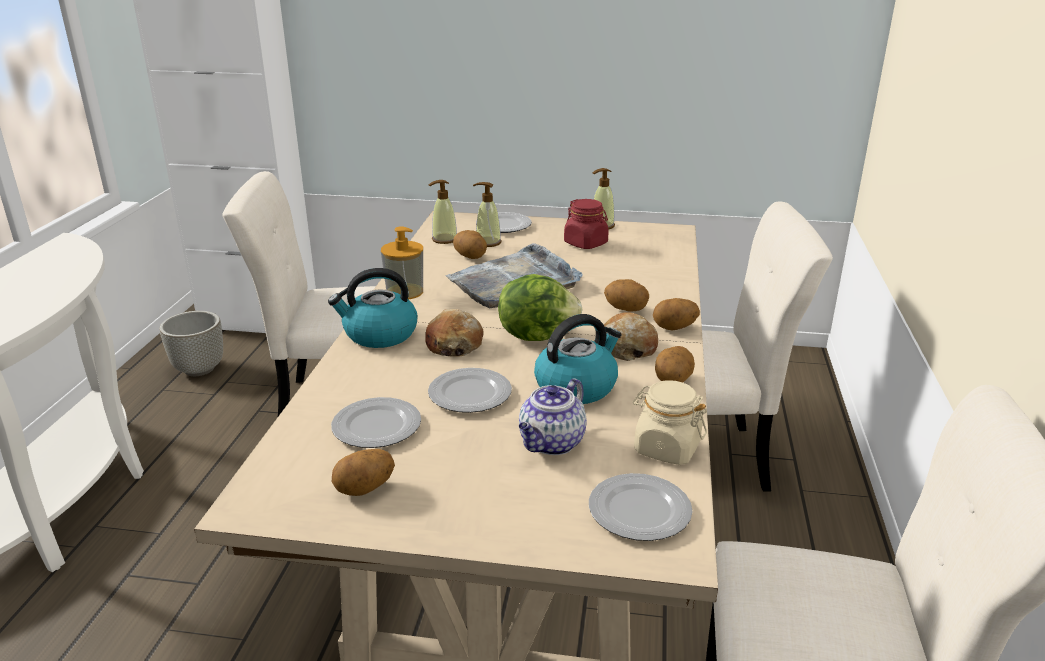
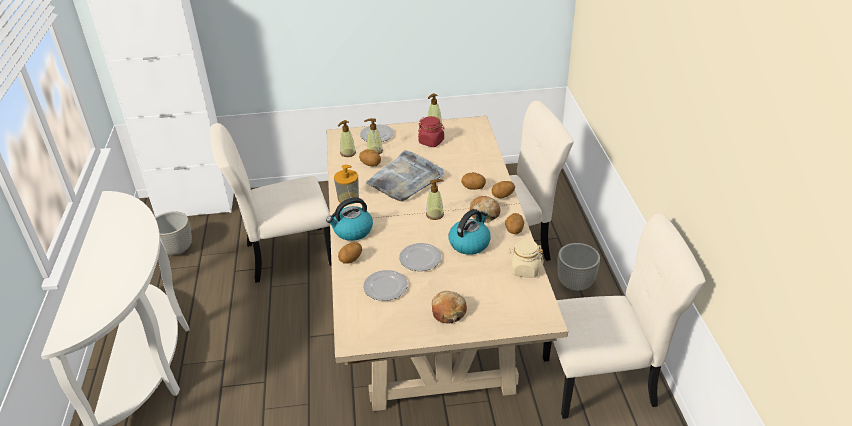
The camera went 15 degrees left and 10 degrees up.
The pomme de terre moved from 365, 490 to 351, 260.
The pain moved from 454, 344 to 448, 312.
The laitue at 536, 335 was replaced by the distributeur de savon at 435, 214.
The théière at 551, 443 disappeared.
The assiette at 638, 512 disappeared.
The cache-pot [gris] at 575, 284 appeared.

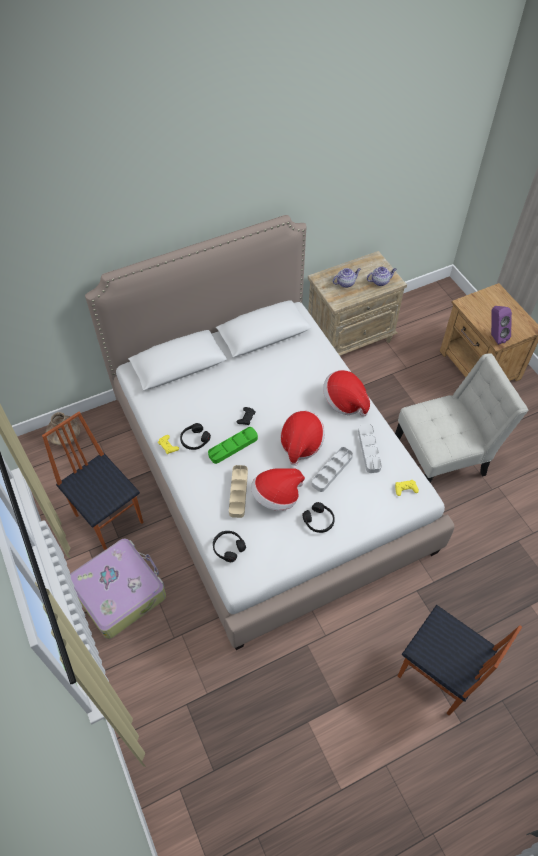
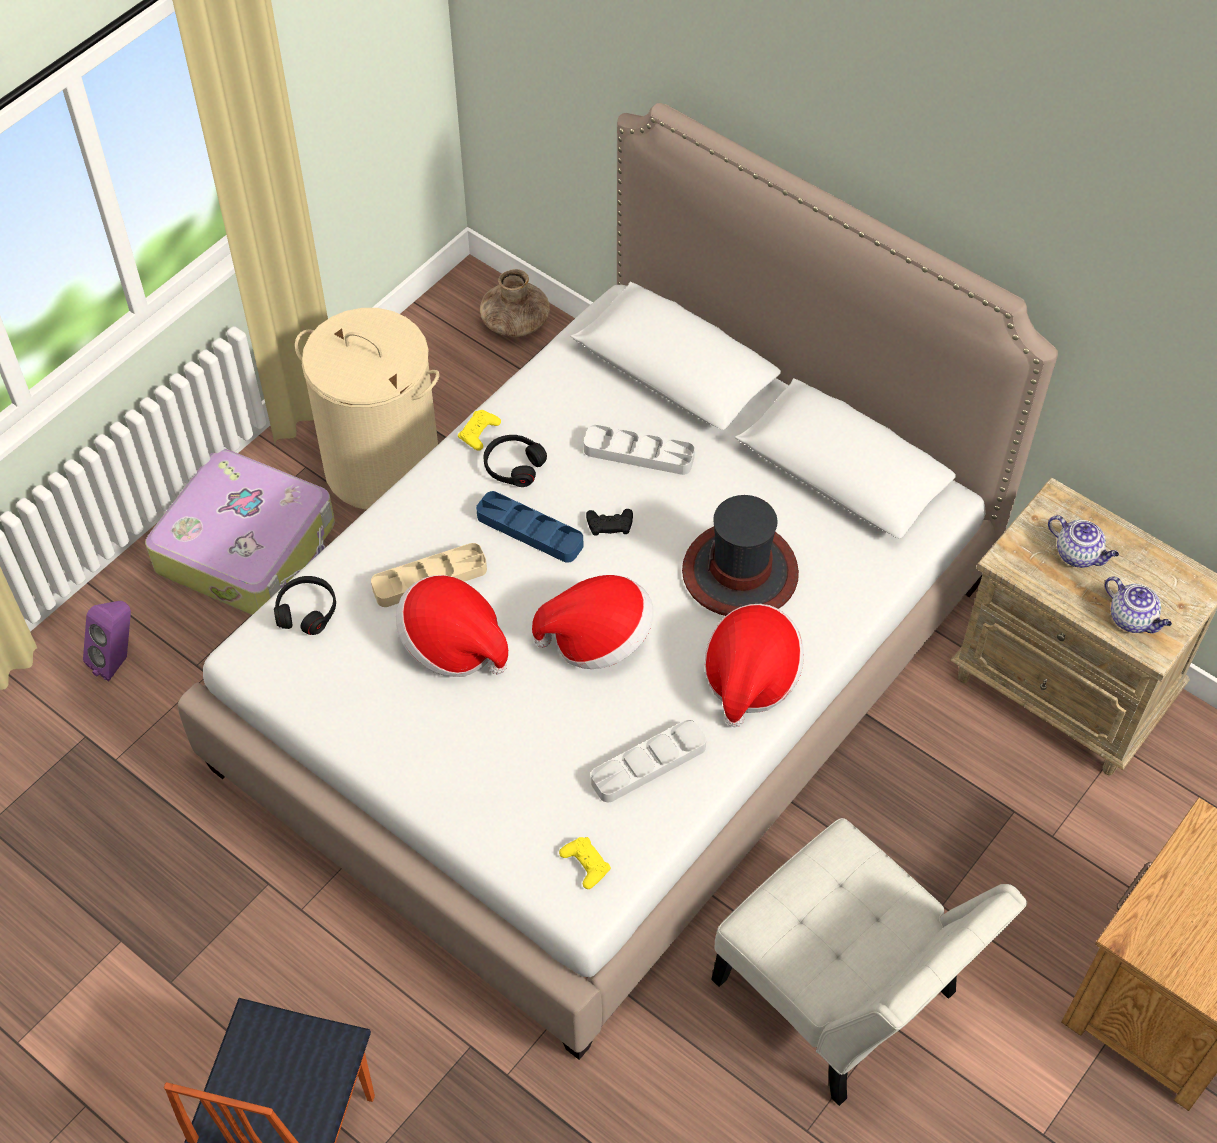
The camera went 65 degrees right and 0 degrees up.
The chaise at 109, 517 was replaced by the panier à linge [beige] at 382, 465.
The plateau [vert] at 233, 447 became the plateau [bleu] at 530, 531.
The casque audio [noir] at 319, 520 disappeared.
The plateau [gris] moved from 332, 470 to 639, 454.
The enceinte [violet] moved from 494, 336 to 118, 660.
The chapeau at 740, 572 appeared.

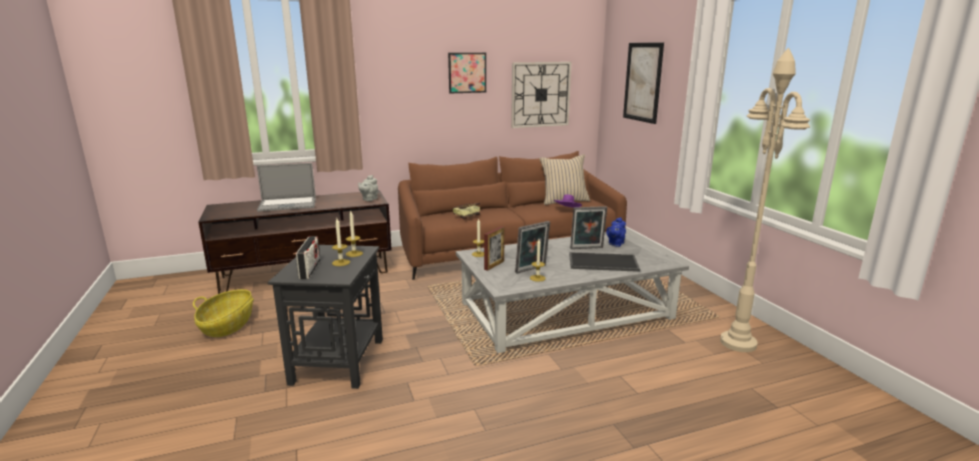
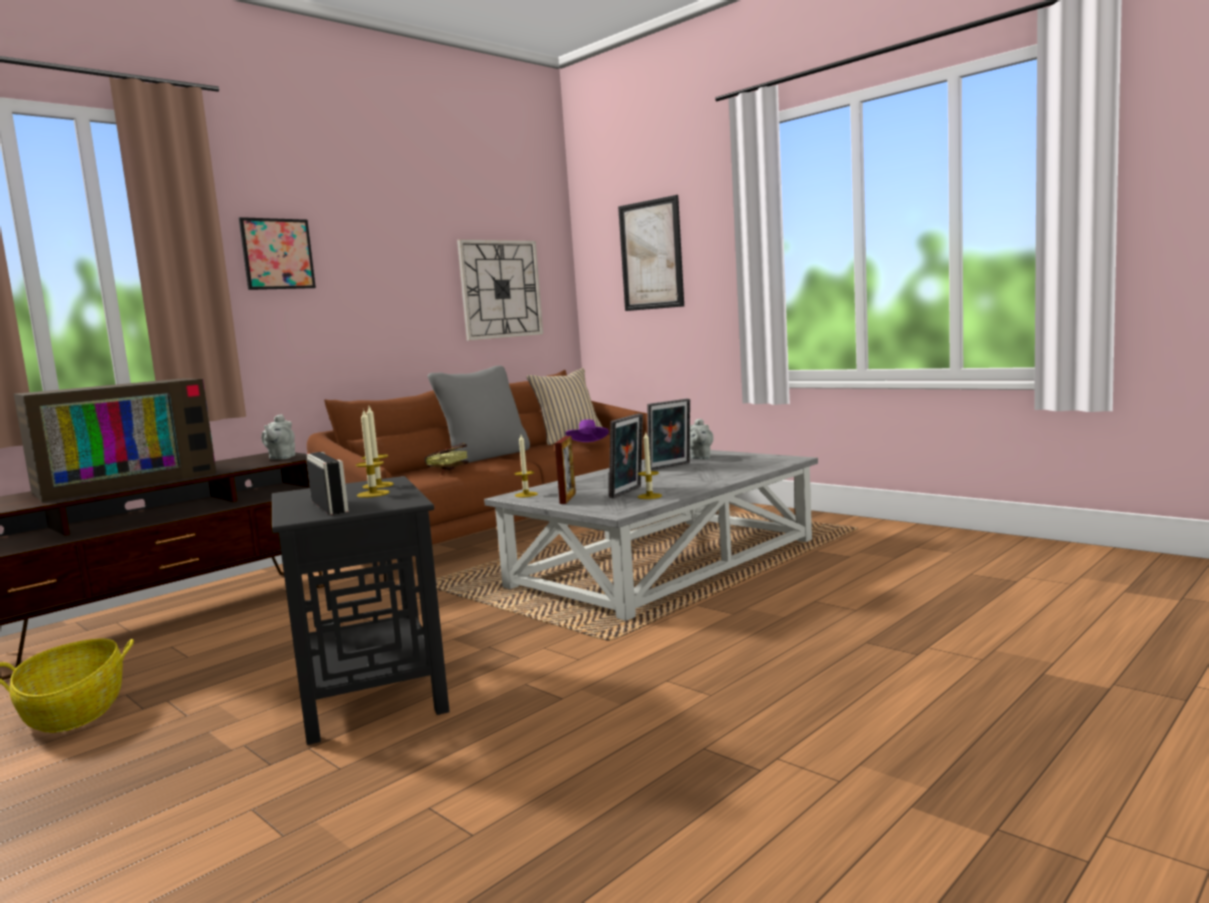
The camera went 25 degrees left and 10 degrees down.
The ordinateur portable at 287, 204 was replaced by the téléviseur at 127, 482.
The tableau moved from 467, 72 to 277, 254.
The plateau at 602, 263 disappeared.
The théière [bleu] at 615, 244 became the théière [gris] at 700, 458.
The lampadaire [beige] at 738, 343 disappeared.
The coussin [gris] at 485, 456 appeared.

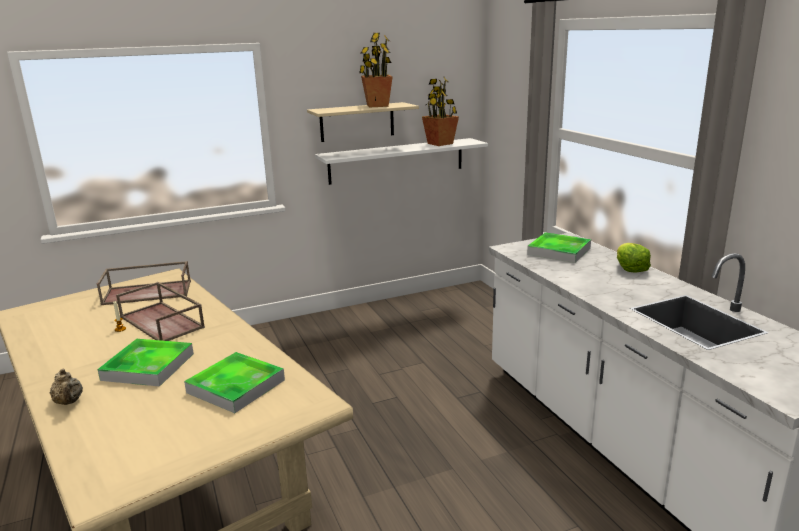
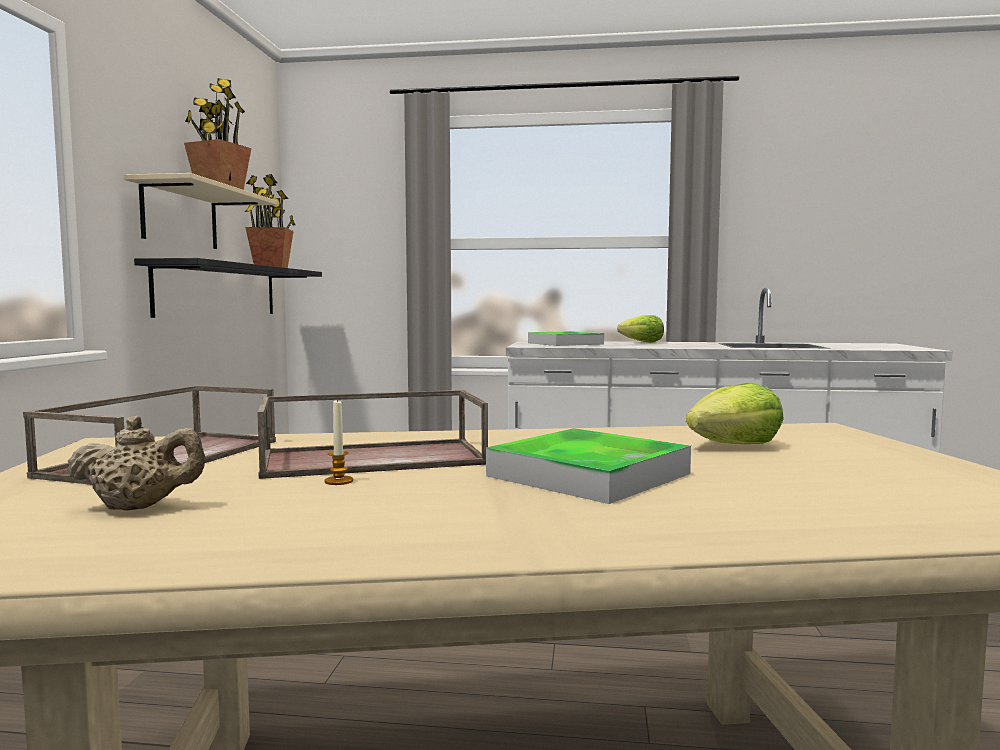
The camera went 60 degrees left and 15 degrees down.
The théière [beige] moved from 69, 402 to 140, 507.
The plateau at 236, 386 was replaced by the laitue at 735, 446.
The étagère [blanc] at 397, 161 became the étagère [noir] at 219, 291.

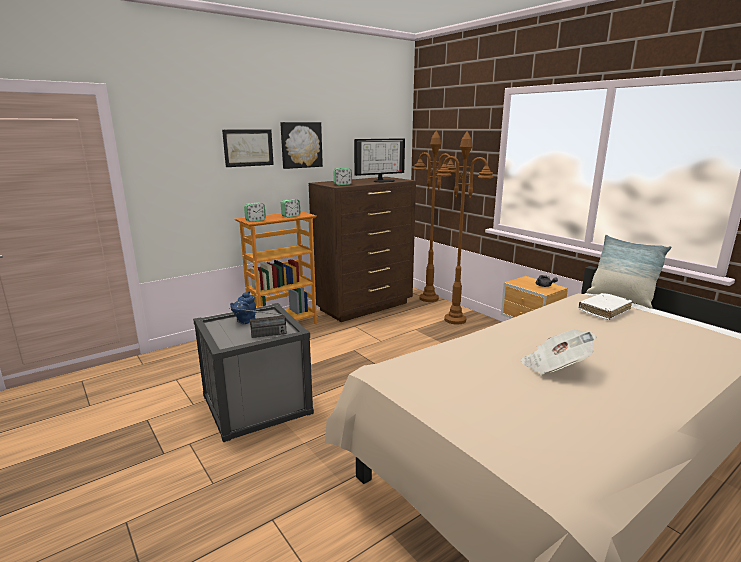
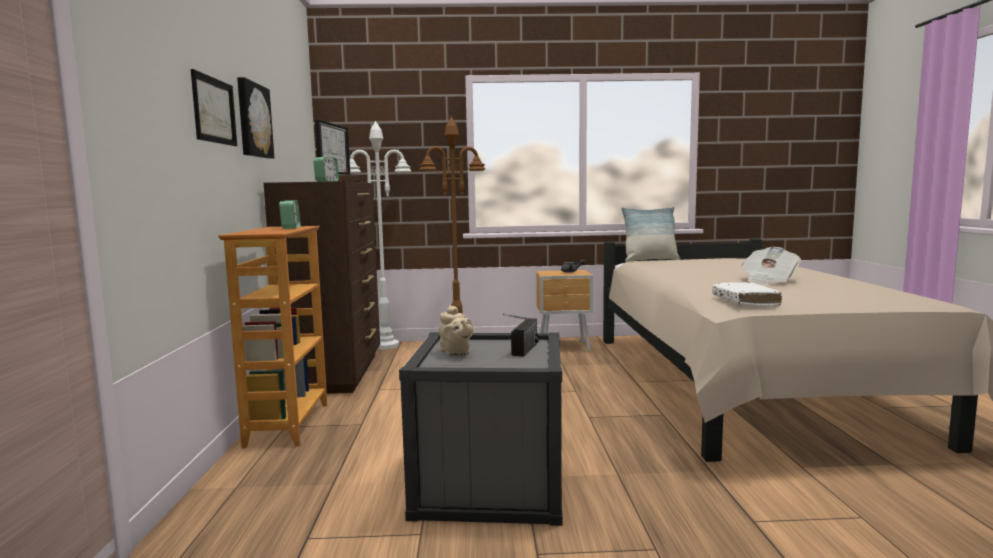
The camera went 55 degrees left and 10 degrees down.
The théière [bleu] at 245, 321 became the théière [beige] at 456, 353.
The réveil at 255, 220 disappeared.
The lampadaire [marron] at 428, 298 became the lampadaire [blanc] at 385, 346.
The livre [blanc] moved from 604, 311 to 745, 301.

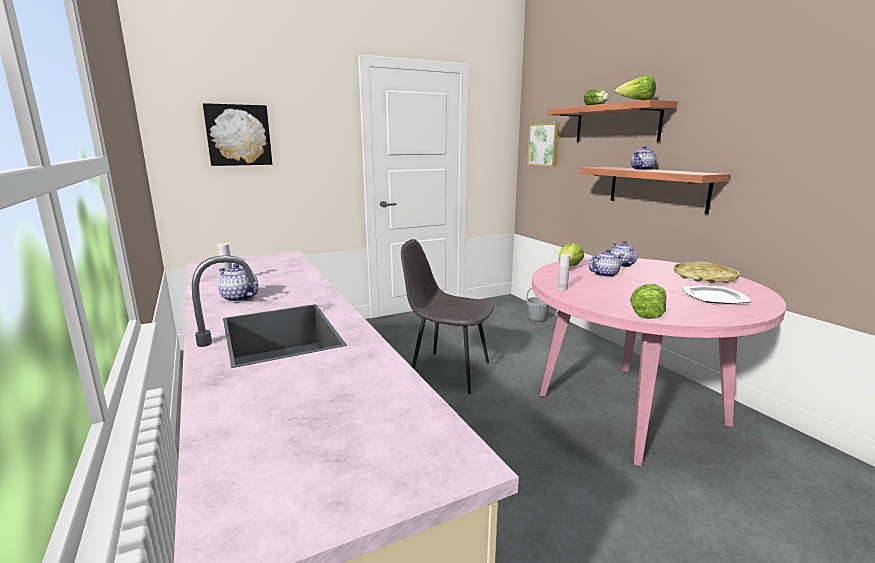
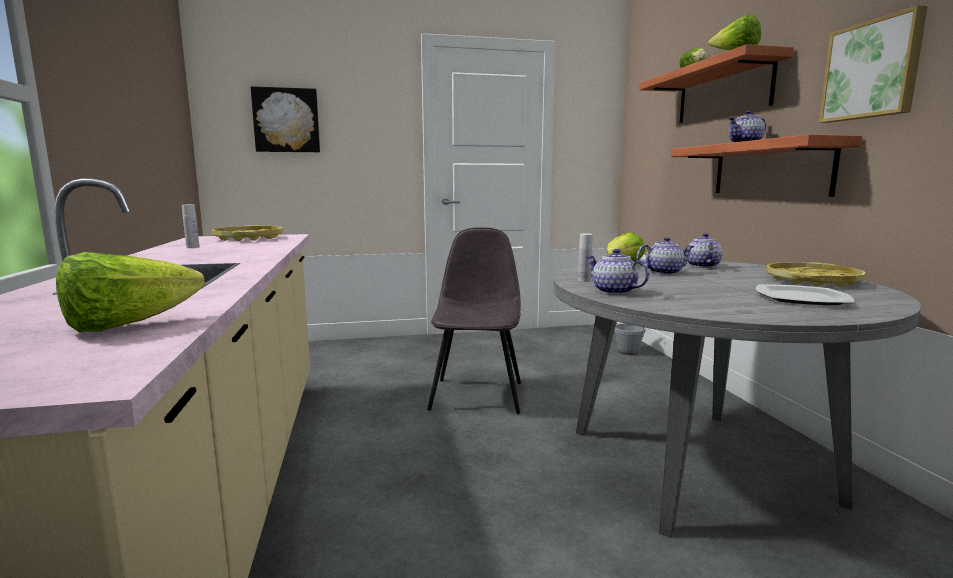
The camera went 15 degrees right and 5 degrees down.
The théière moved from 239, 298 to 613, 291.
The chaise [gris] at 448, 371 turned 60 degrees clockwise.
The tableau moved from 544, 144 to 872, 70.
The table à manger [rose] at 630, 408 became the table à manger [gris] at 696, 464.
The laitue moved from 648, 313 to 129, 325.
The plateau [jaune] at 248, 238 appeared.

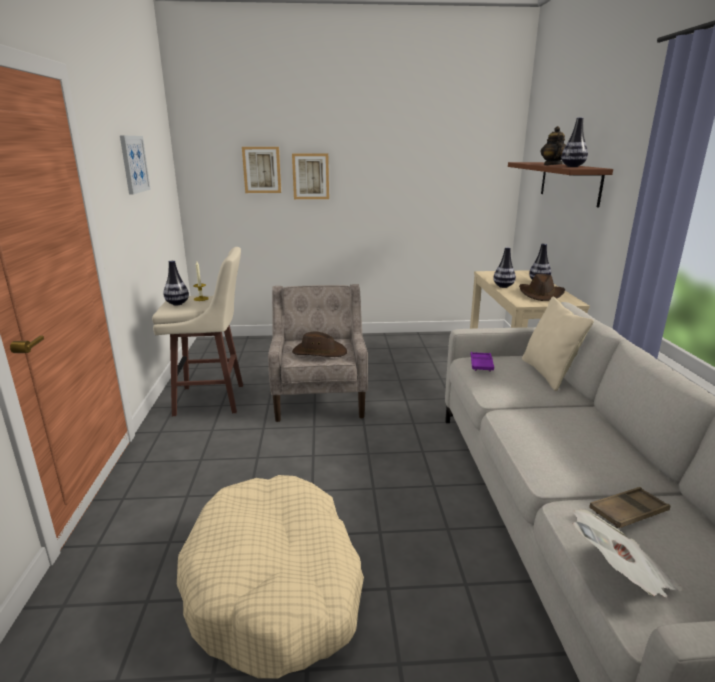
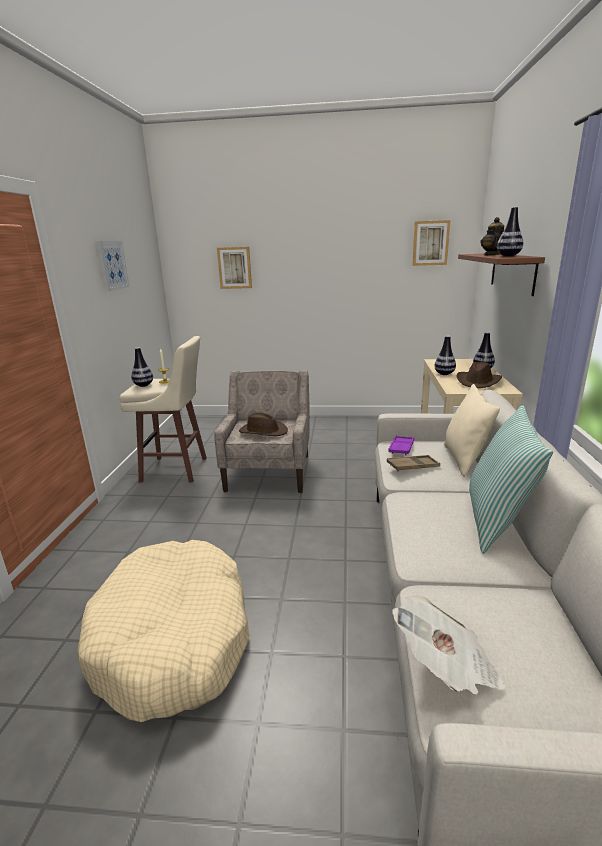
The camera went 10 degrees right and 0 degrees up.
The tableau moved from 310, 176 to 430, 243.
The plateau [marron] moved from 628, 512 to 413, 466.
The coussin at 497, 521 appeared.

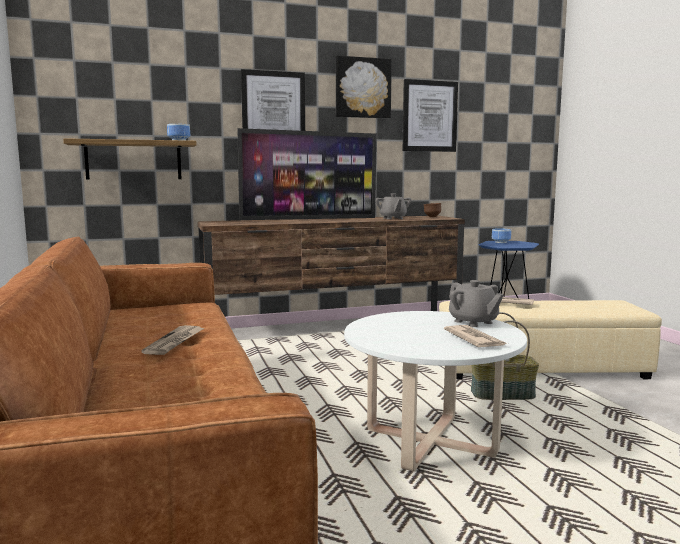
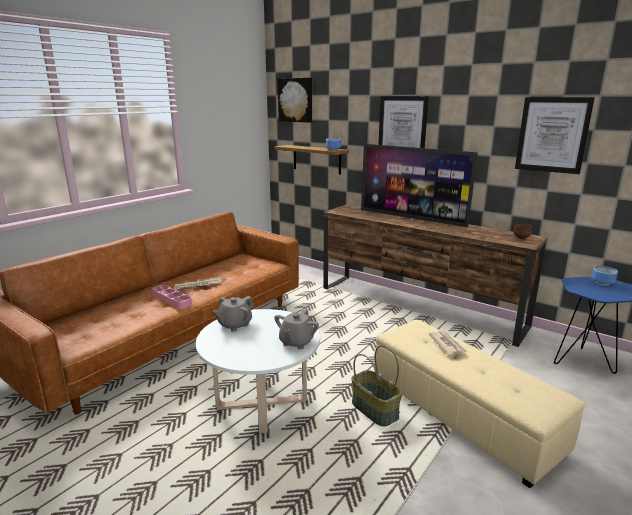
The camera went 55 degrees right and 10 degrees up.
The tableau moved from 362, 88 to 296, 100.
The théière [gris] moved from 393, 218 to 234, 325.
The journal at 474, 339 disappeared.
The plateau [rose] at 171, 299 appeared.

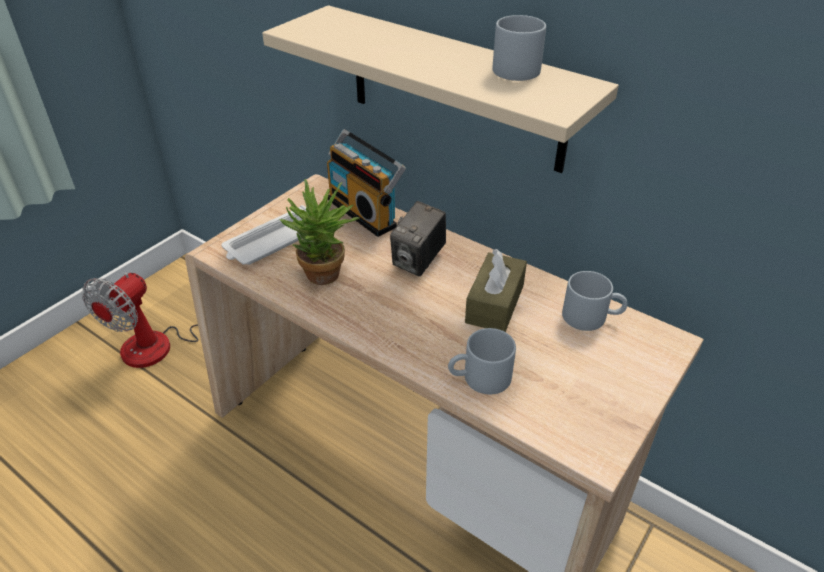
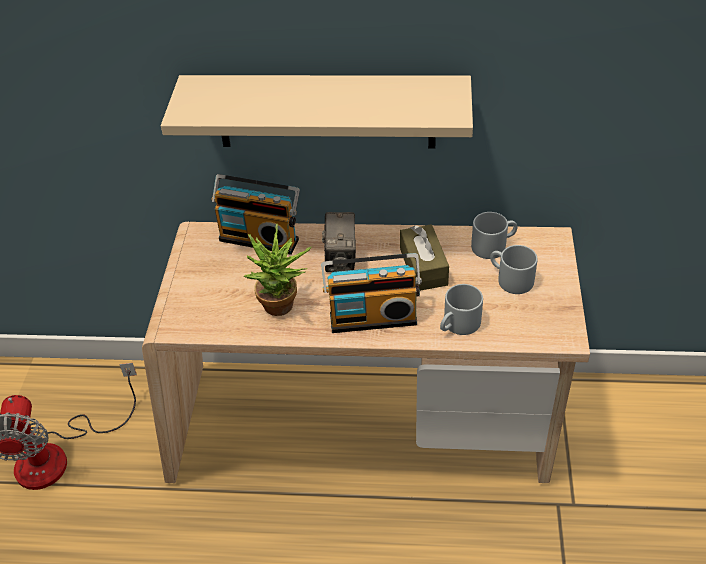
The camera went 30 degrees left and 5 degrees up.
The plateau [blanc] at 273, 242 disappeared.
The mug [gris] moved from 511, 67 to 510, 279.
The radio at 373, 316 appeared.

